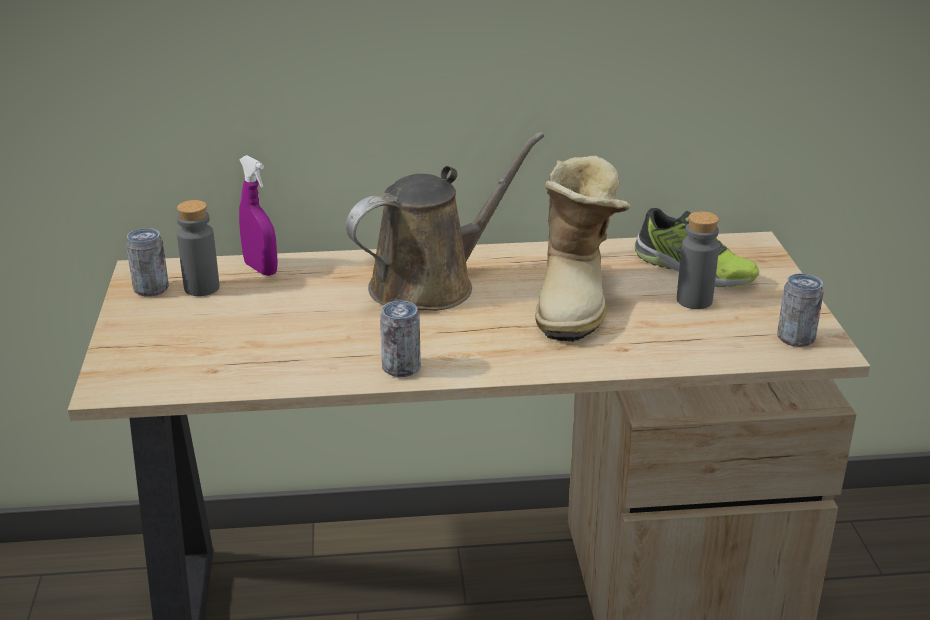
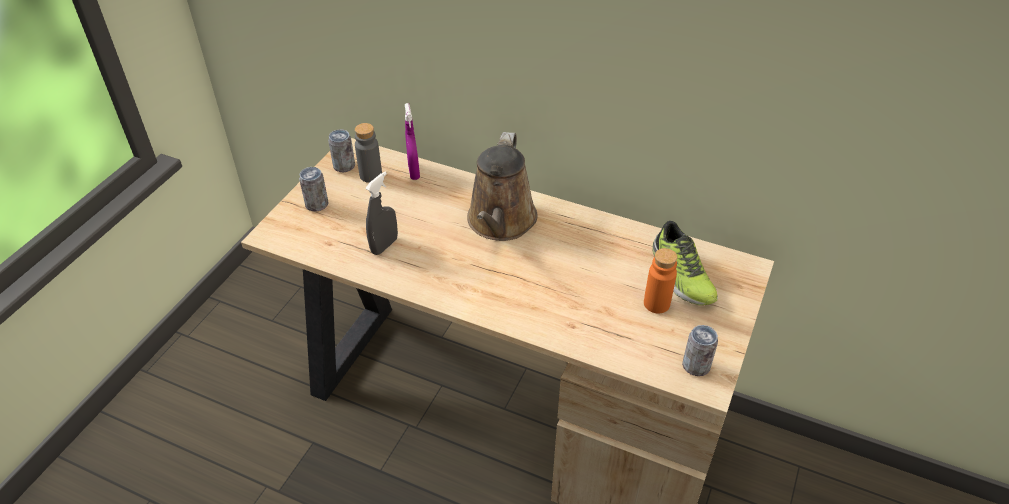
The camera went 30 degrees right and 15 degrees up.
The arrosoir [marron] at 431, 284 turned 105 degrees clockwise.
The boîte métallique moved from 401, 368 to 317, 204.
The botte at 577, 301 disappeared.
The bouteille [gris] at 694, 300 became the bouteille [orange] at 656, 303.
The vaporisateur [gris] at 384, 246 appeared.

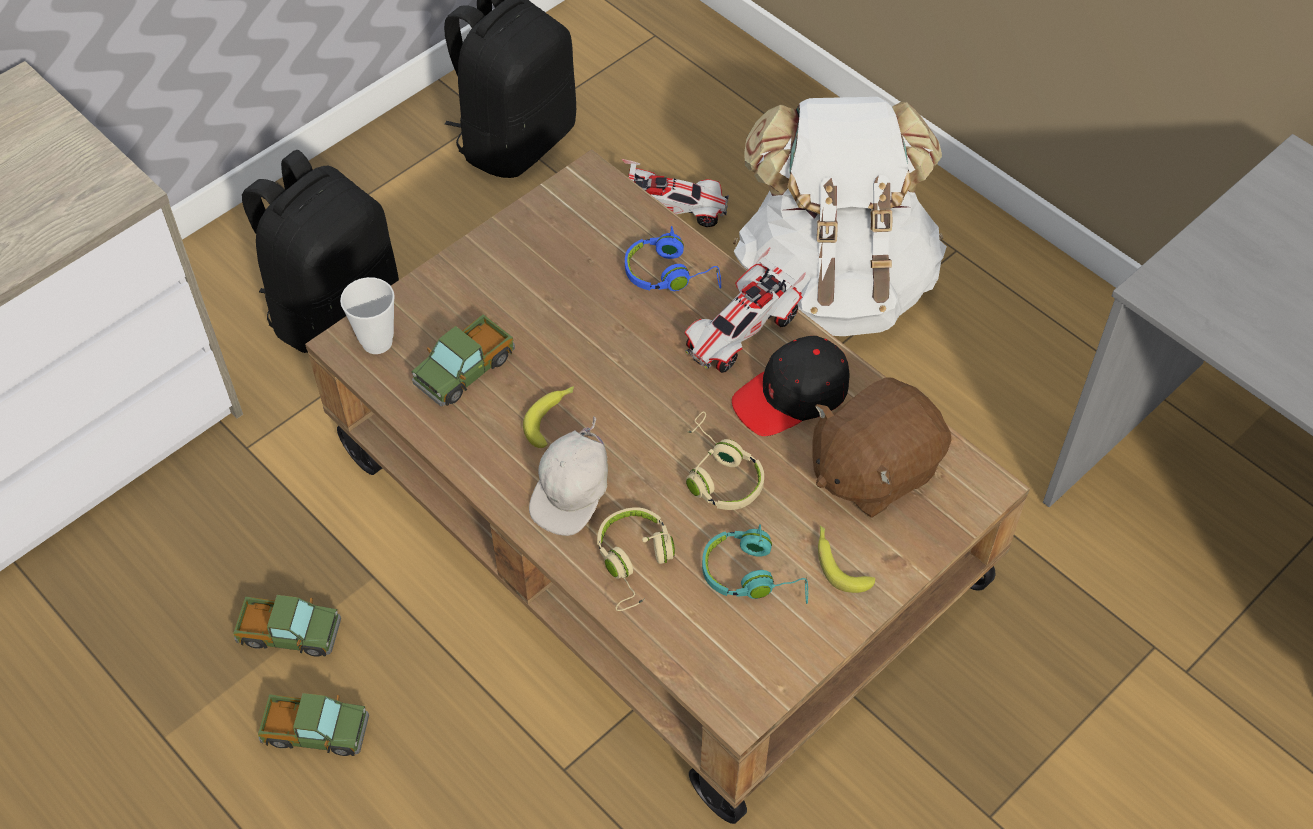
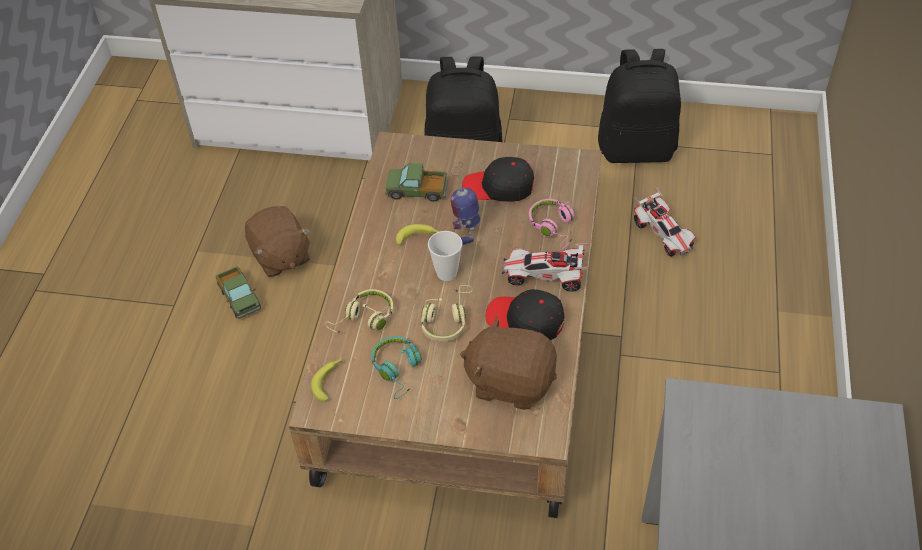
The camera went 55 degrees right and 5 degrees down.
The camion jouet at 289, 633 was replaced by the peluche [marron] at 280, 256.
The tasse moved from 377, 342 to 446, 273.
The casquette [blanc] at 573, 494 disappeared.
The casque audio [bleu] at 671, 274 became the casque audio [rose] at 554, 227.
The sac à dos [blanc] at 833, 284 disappeared.
The banane moved from 839, 563 to 329, 380.
The robot jouet at 466, 230 appeared.
The casquette [noir] at 498, 187 appeared.

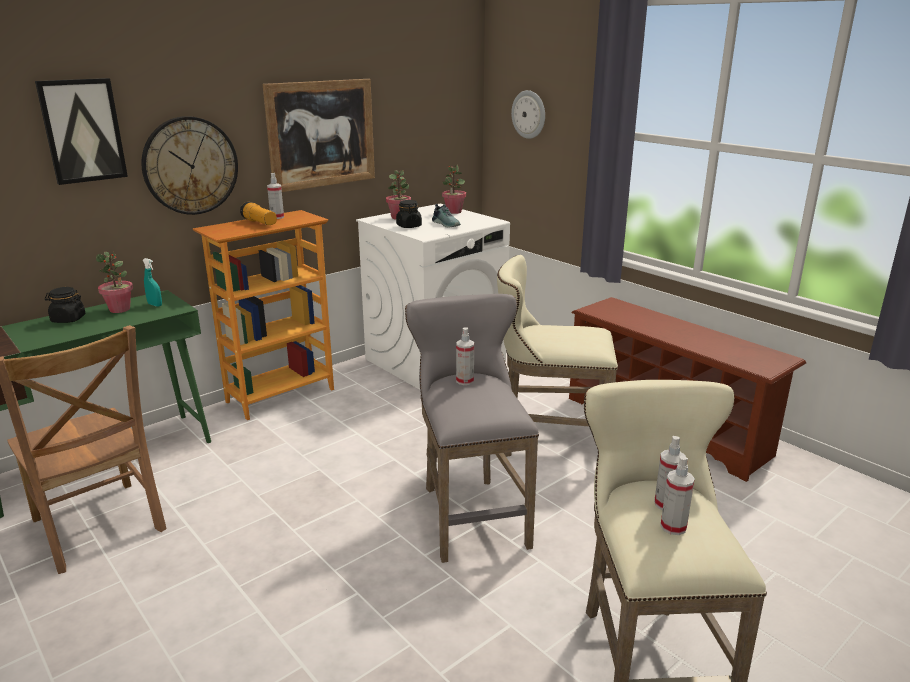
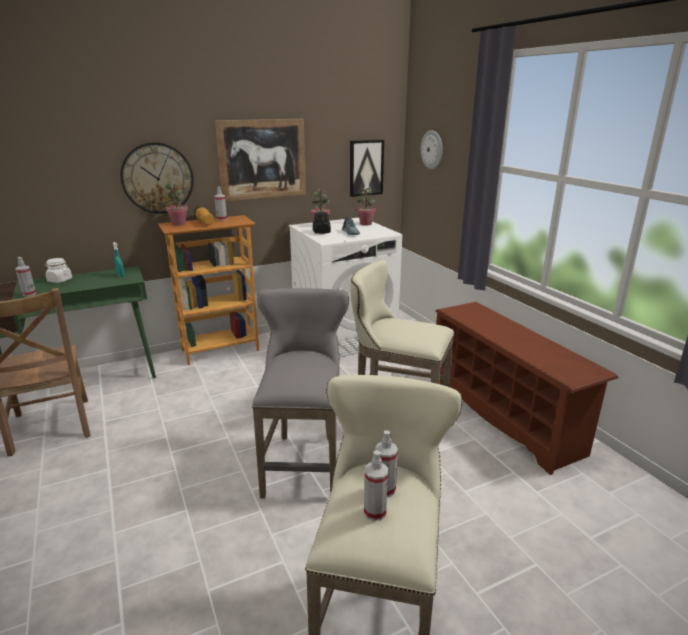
The camera went 15 degrees right and 0 degrees up.
The tableau moved from 82, 131 to 366, 168.
The bocal [noir] at 68, 319 became the bocal [blanc] at 60, 280.
The plante en pot moved from 120, 309 to 179, 224.
The vaporisateur moved from 465, 381 to 29, 294.

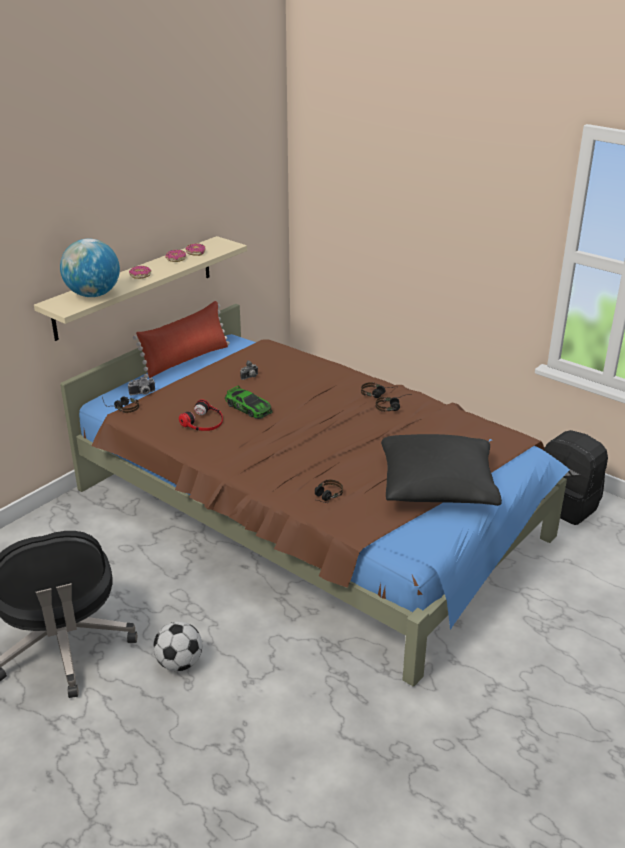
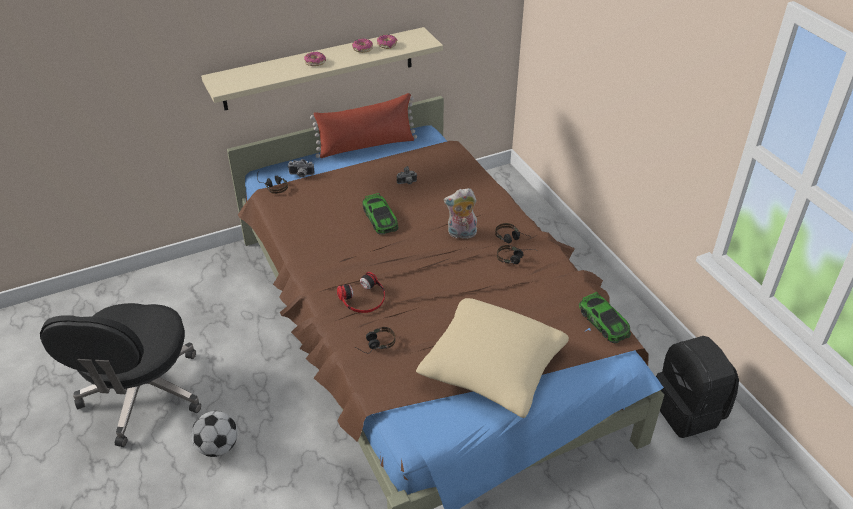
The camera went 25 degrees right and 10 degrees up.
The globe at 93, 295 disappeared.
The casque audio moved from 204, 422 to 363, 298.
The coussin [noir] at 437, 486 became the coussin [beige] at 491, 368.
The peluche at 461, 234 appeared.
The petite voiture at 604, 322 appeared.

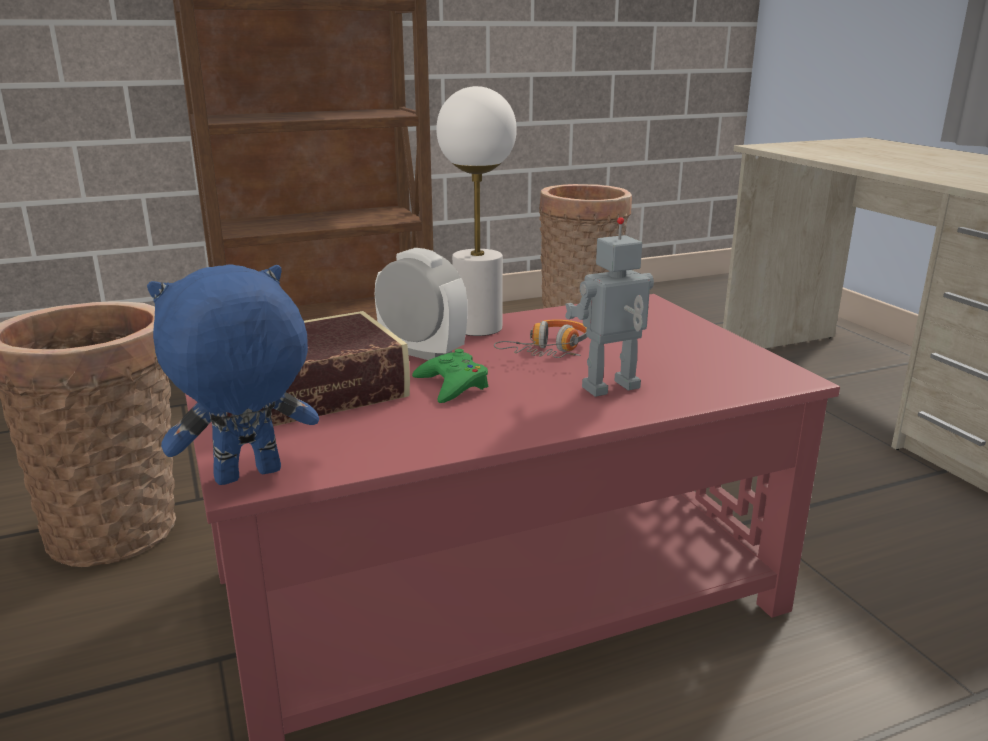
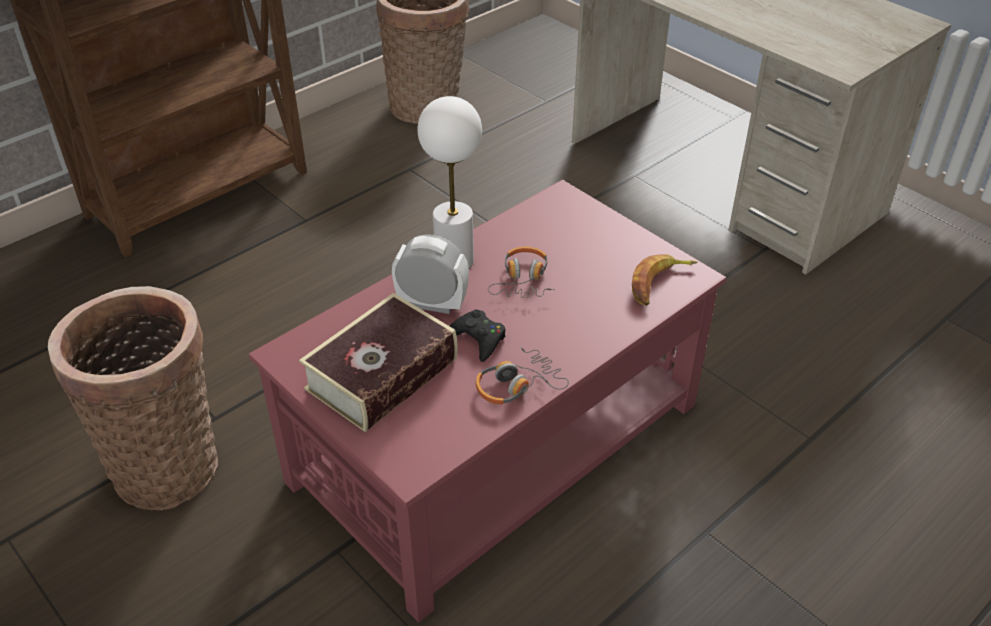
The camera went 20 degrees left and 20 degrees up.
The peluche [bleu] at 248, 477 disappeared.
The manette [vert] at 452, 385 became the manette [noir] at 478, 339.
The robot jouet at 612, 389 disappeared.
The casque audio at 517, 385 appeared.
The banane at 659, 284 appeared.

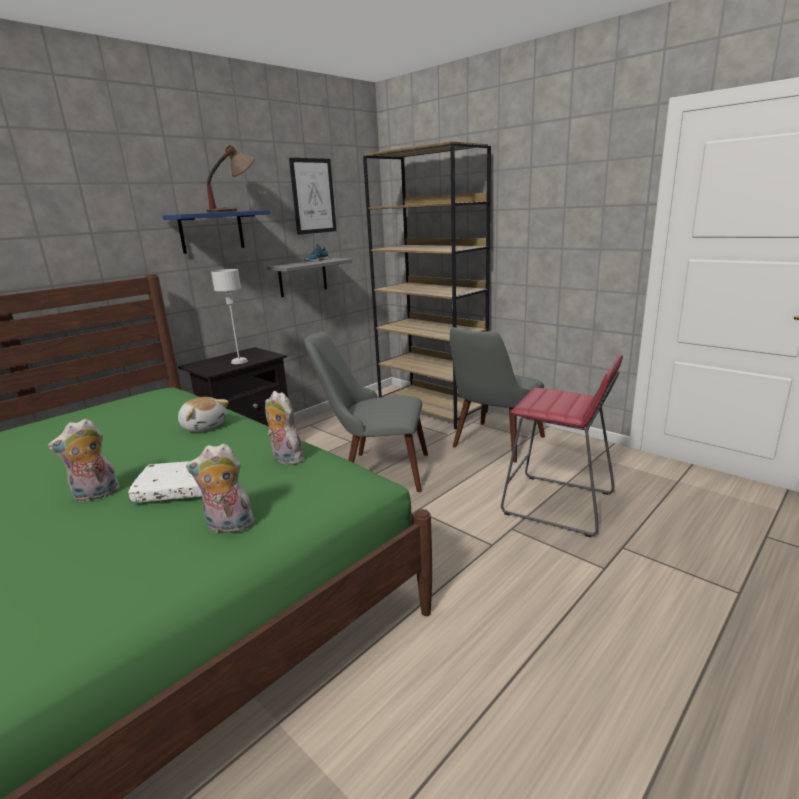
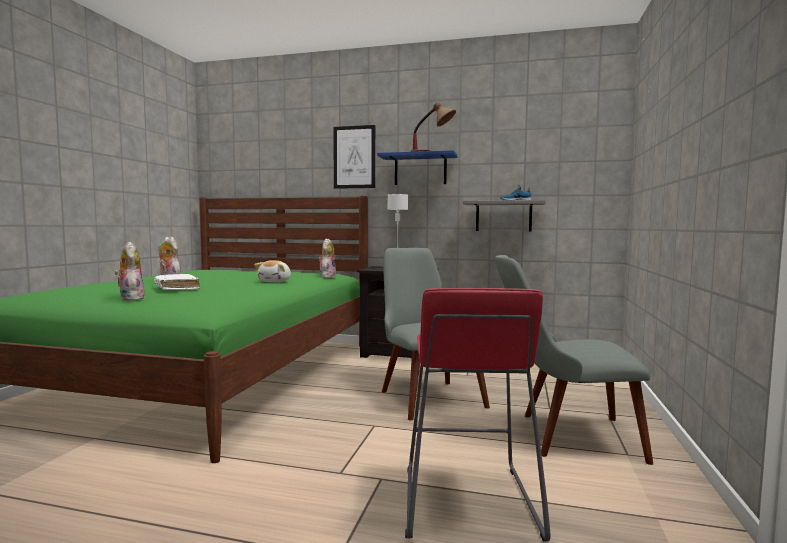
The camera went 60 degrees right and 15 degrees down.
The peluche moved from 285, 459 to 327, 276.
The tableau moved from 313, 196 to 354, 157.
The bibliothèque [marron] at 432, 409 disappeared.

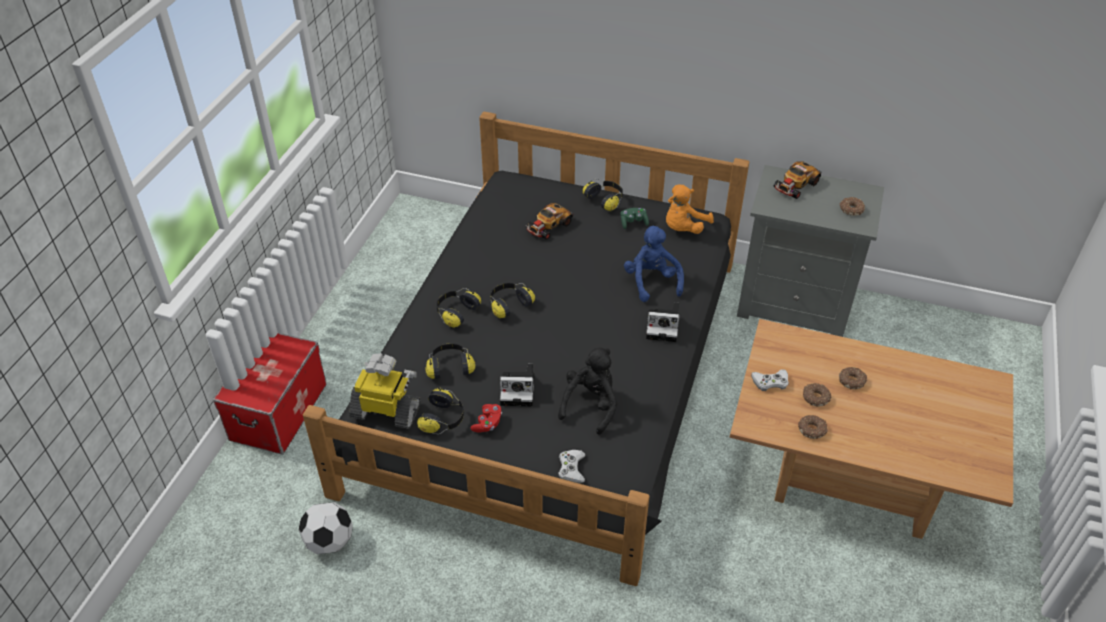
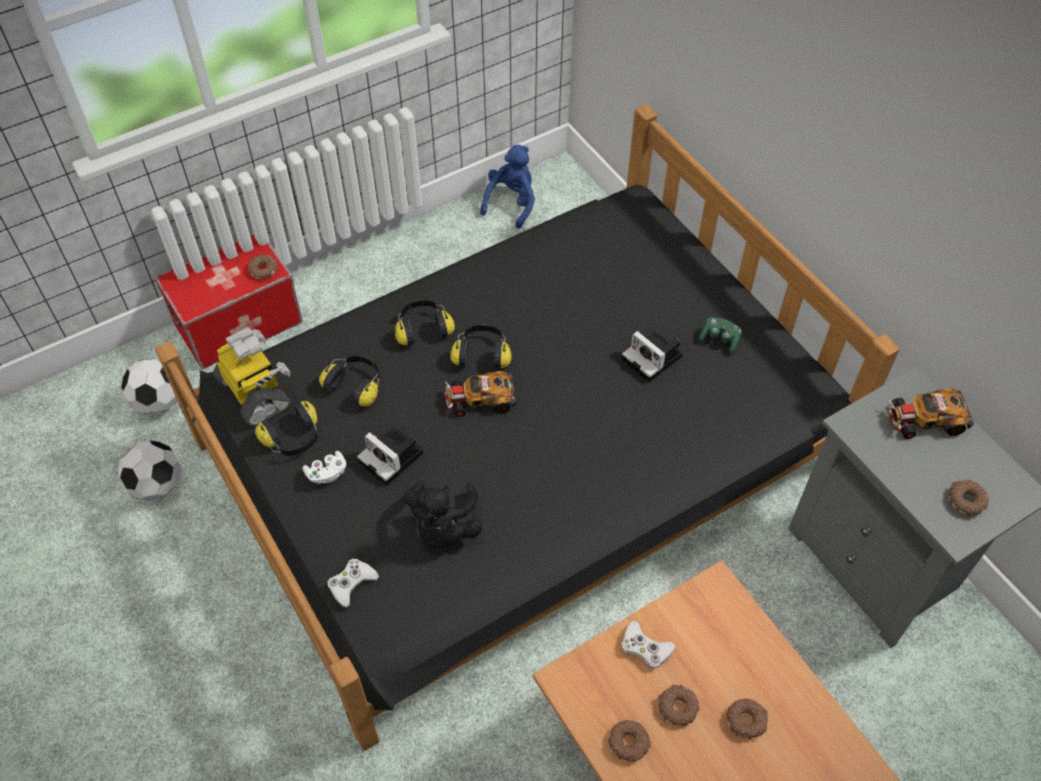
The camera went 40 degrees right and 10 degrees up.
The manette [rouge] at 487, 423 became the manette [blanc] at 327, 473.
The petite voiture moved from 548, 226 to 479, 399.
The peluche [noir] at 591, 405 turned 120 degrees clockwise.
The casque audio at 605, 200 disappeared.
The peluche [bleu] moved from 651, 281 to 511, 203.
The appareil photo moved from 664, 327 to 654, 359.
The peluche [orange] at 683, 228 disappeared.
The ballon de foot at 159, 402 appeared.
The beignet at 263, 269 appeared.

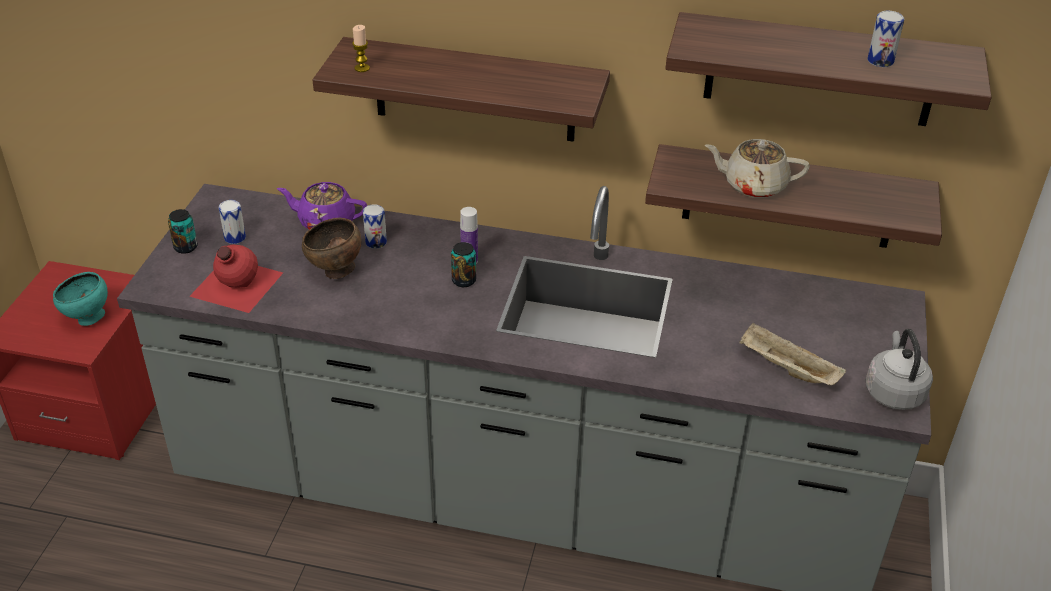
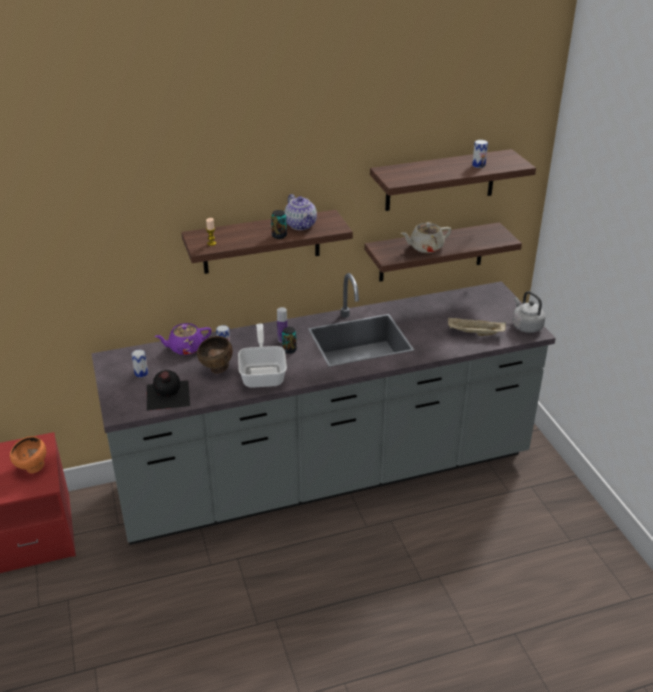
The camera went 30 degrees left and 5 degrees down.
The bol [turquoise] at 87, 319 became the bol [orange] at 32, 469.
The boîte métallique moved from 186, 247 to 279, 236.
The bouteille [rouge] at 235, 284 became the bouteille [noir] at 167, 395.
The poêle at 263, 373 appeared.
The théière at 301, 225 appeared.

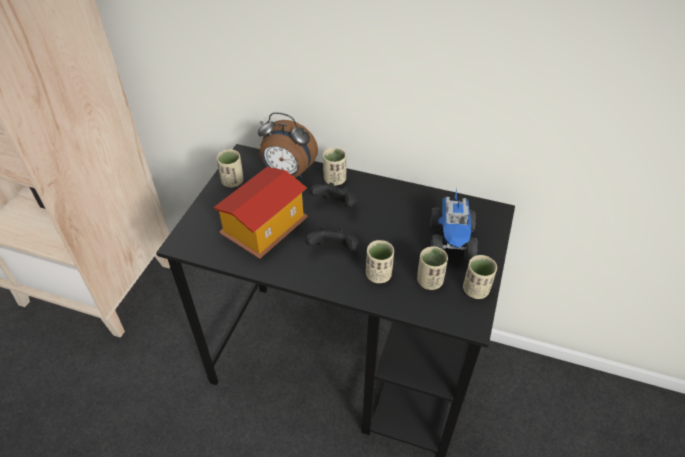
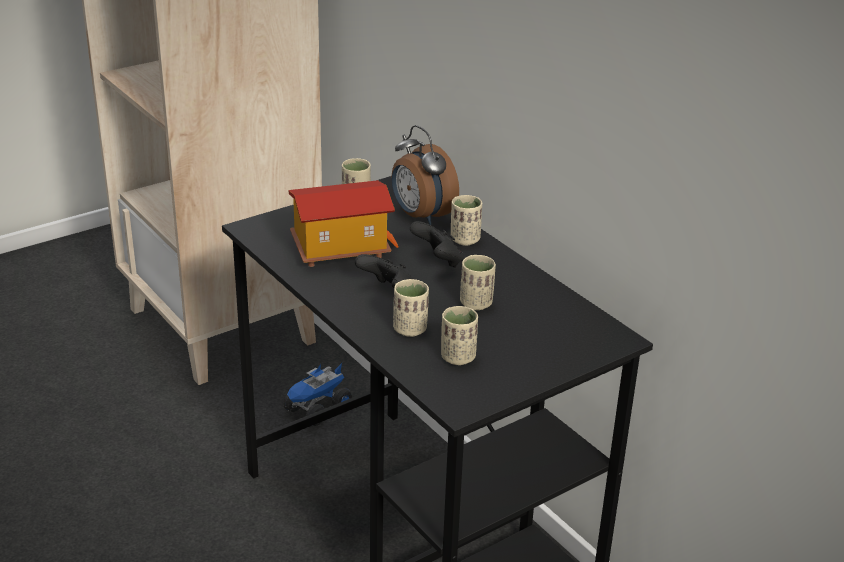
The camera went 35 degrees right and 15 degrees down.
The camion jouet moved from 452, 242 to 317, 409.
The tasse [beige] moved from 476, 290 to 476, 303.

